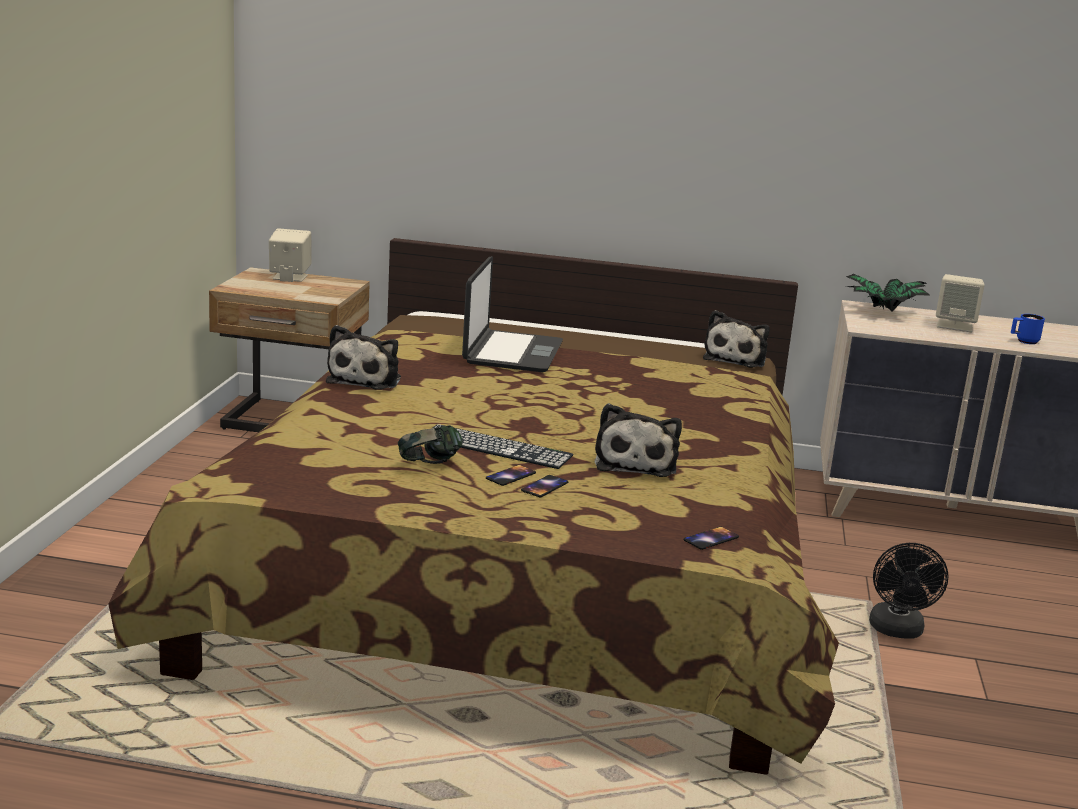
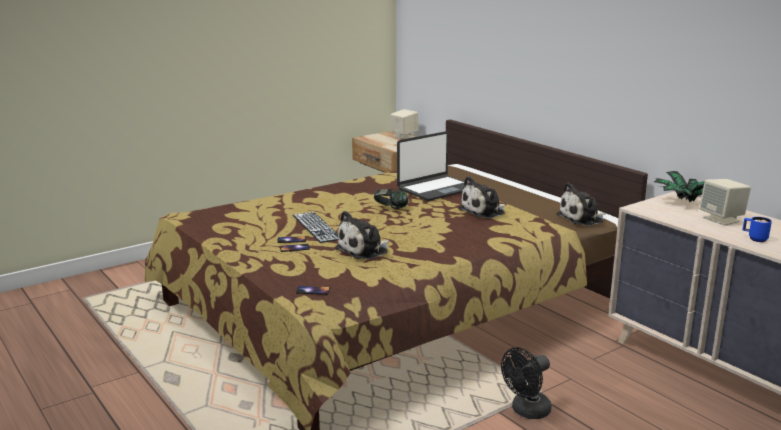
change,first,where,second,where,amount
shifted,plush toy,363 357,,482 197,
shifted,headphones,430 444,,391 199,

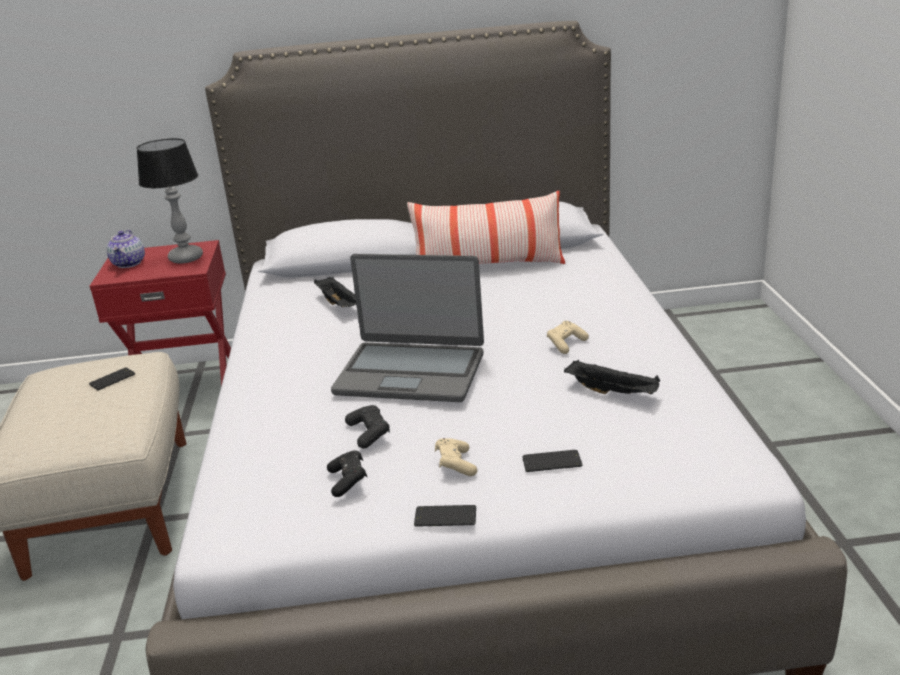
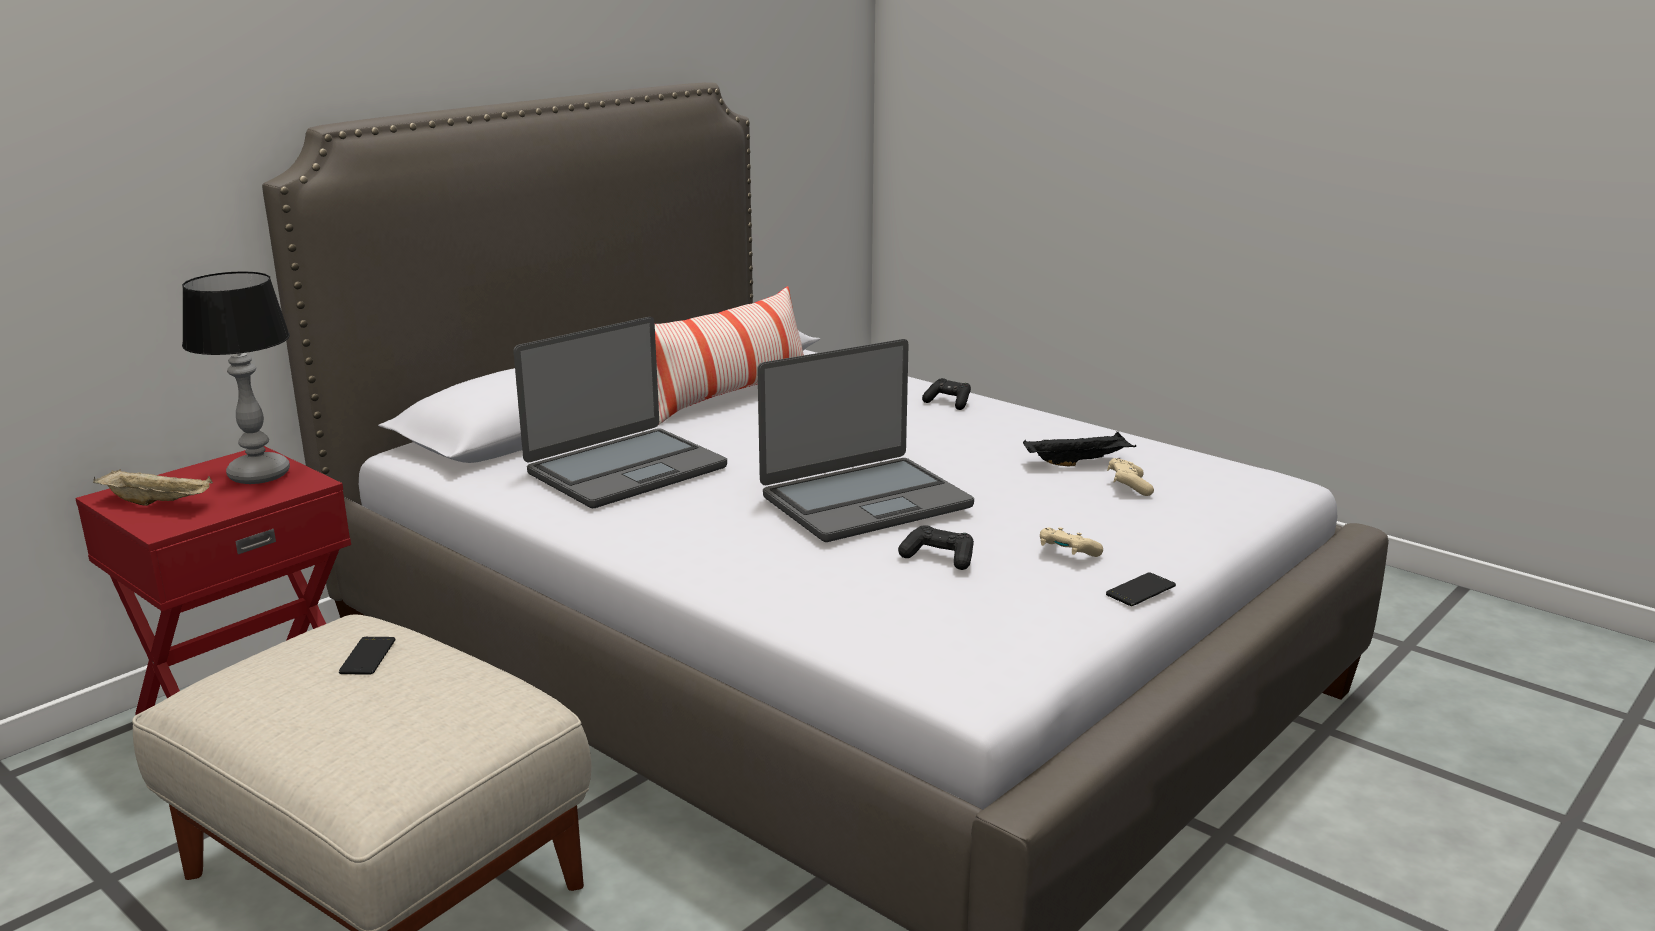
change,first,where,second,where,amount
swapped,teapot,125 249,beige tray,153 487,
swapped,black tray,335 292,laptop,620 412,
shifted,beige game controller,568 337,,1130 477,
shifted,black game controller,347 473,,946 394,
gone,phone,552 461,,,

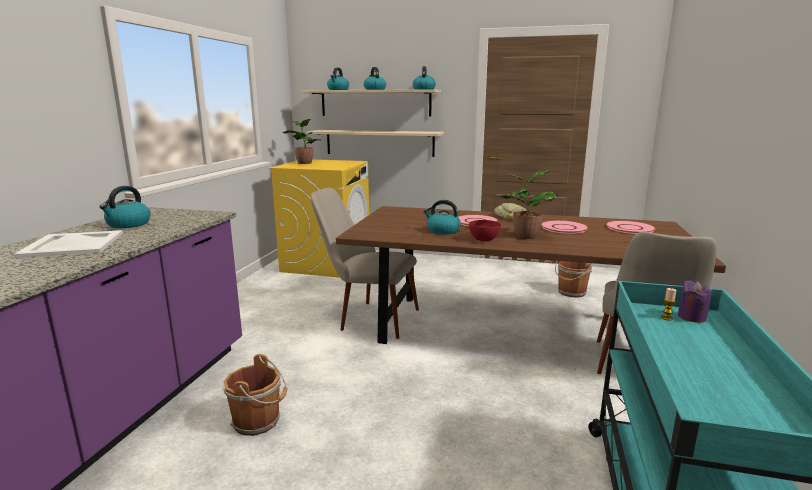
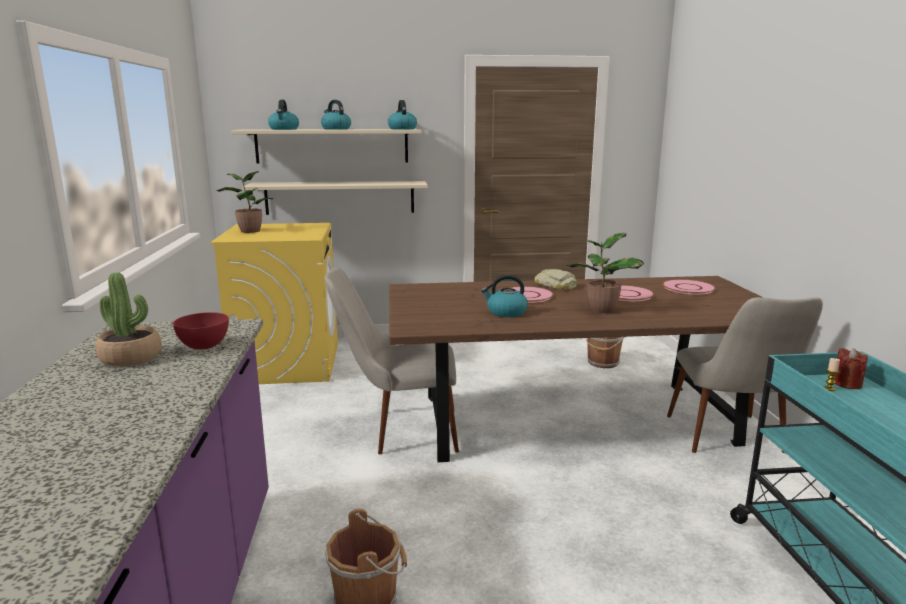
change,first,where,second,where,amount
swapped,kettle,125 207,potted plant,129 319,
shifted,red bowl,485 230,,201 331,
gone,white tray,68 244,,,
repainted,purple candle,695 302,red candle,851 368,

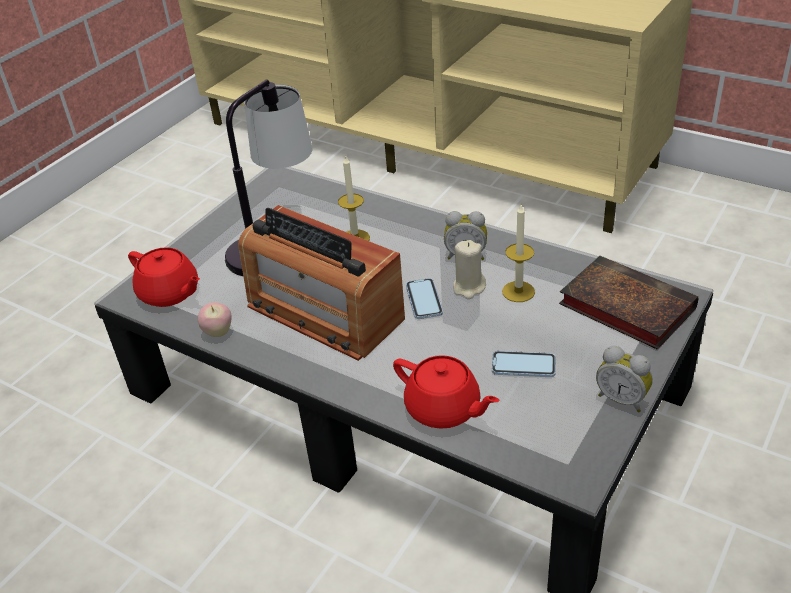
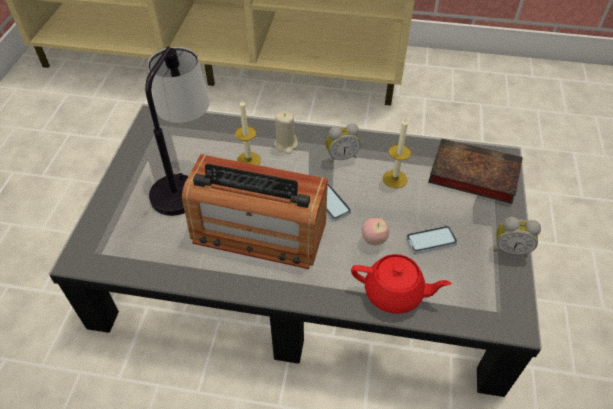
change,first,where,second,where,amount
shifted,beige candle,469 269,,286 132,
gone,red teapot,164 277,,,
shifted,apple,215 319,,375 231,

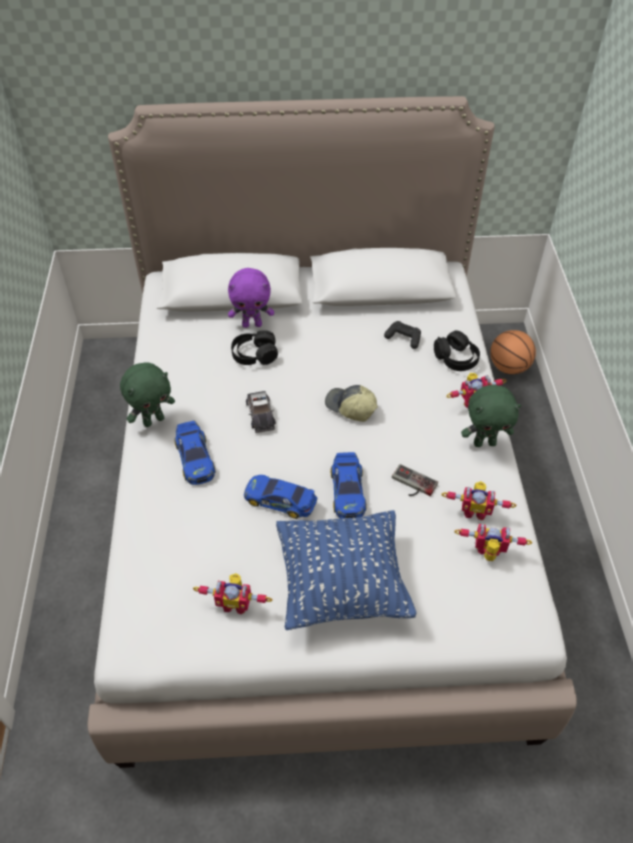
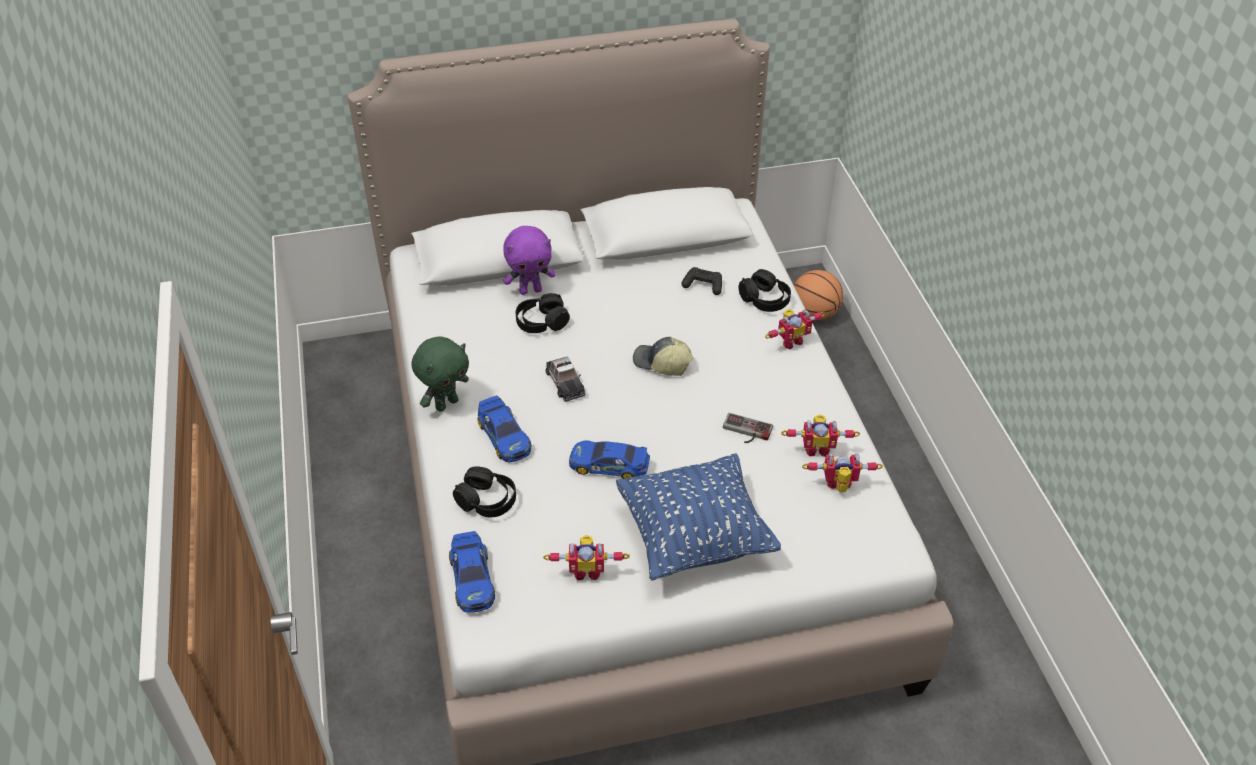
change,first,where,second,where,amount
gone,green plush toy,491 416,,,
shifted,toy car,348 485,,472 572,
new,,,black headphones,484 491,

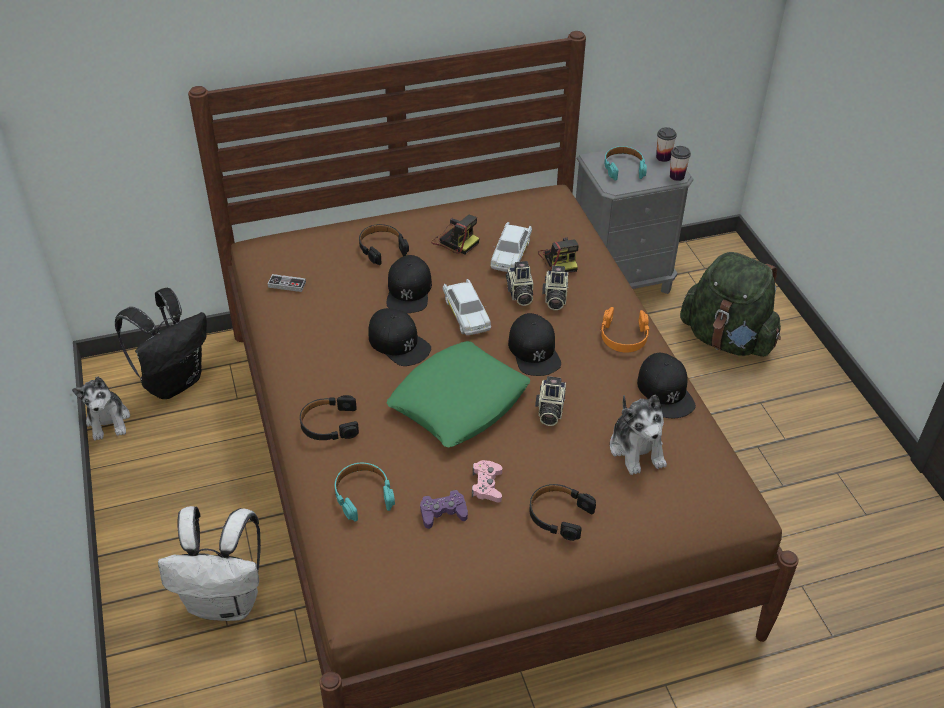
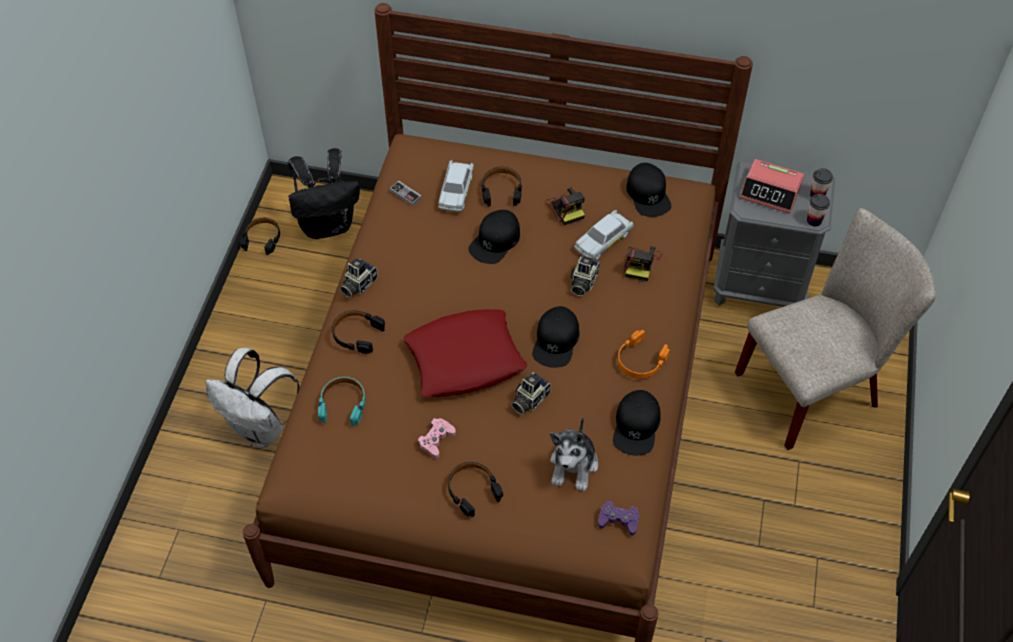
change,first,where,second,where,amount
swapped,turquoise headphones,626 163,alarm clock,772 186,
swapped,green backpack,730 304,beige chair,835 329,
shifted,photo camera,555 288,,359 278,
shifted,white toy car,467 307,,456 186,
shifted,black cap,399 337,,648 190,
repainted,green pillow,458 394,red pillow,465 353,
swapped,plush toy,101 408,black headphones,260 236,
shifted,purple game controller,444 509,,618 518,

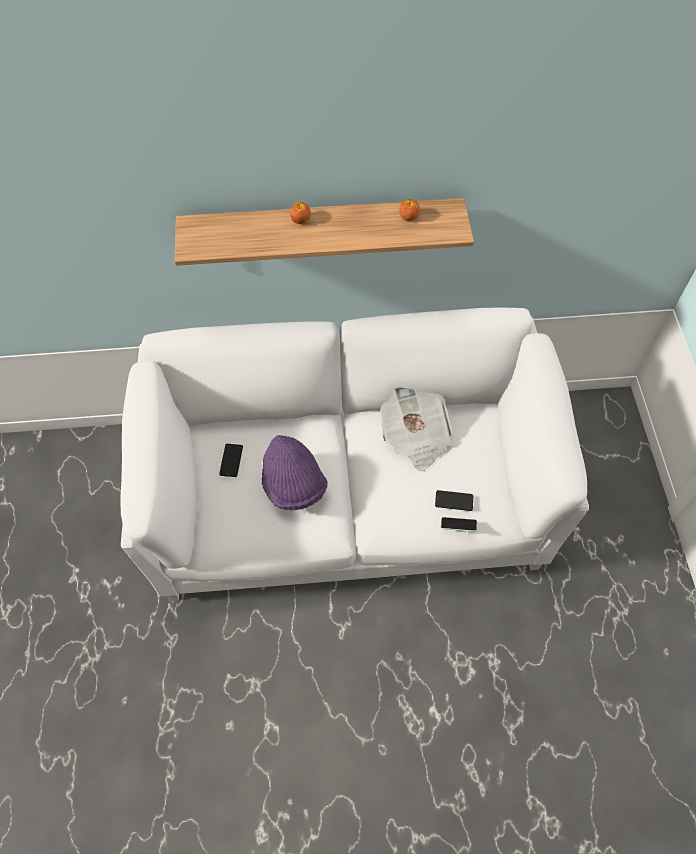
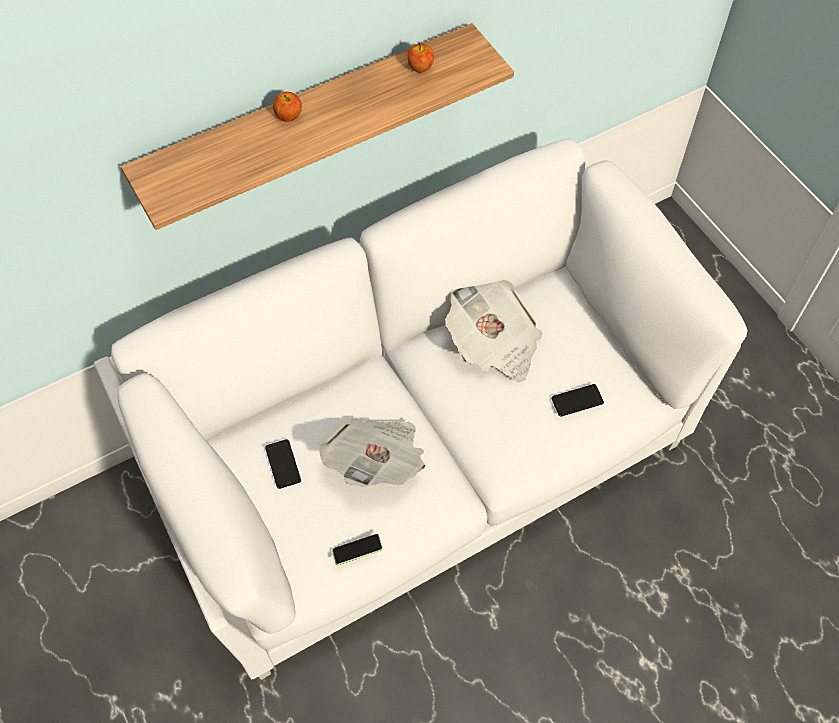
change,first,where,second,where,amount
swapped,purple hat,295 473,newspaper,372 452,
shifted,phone,459 524,,357 549,

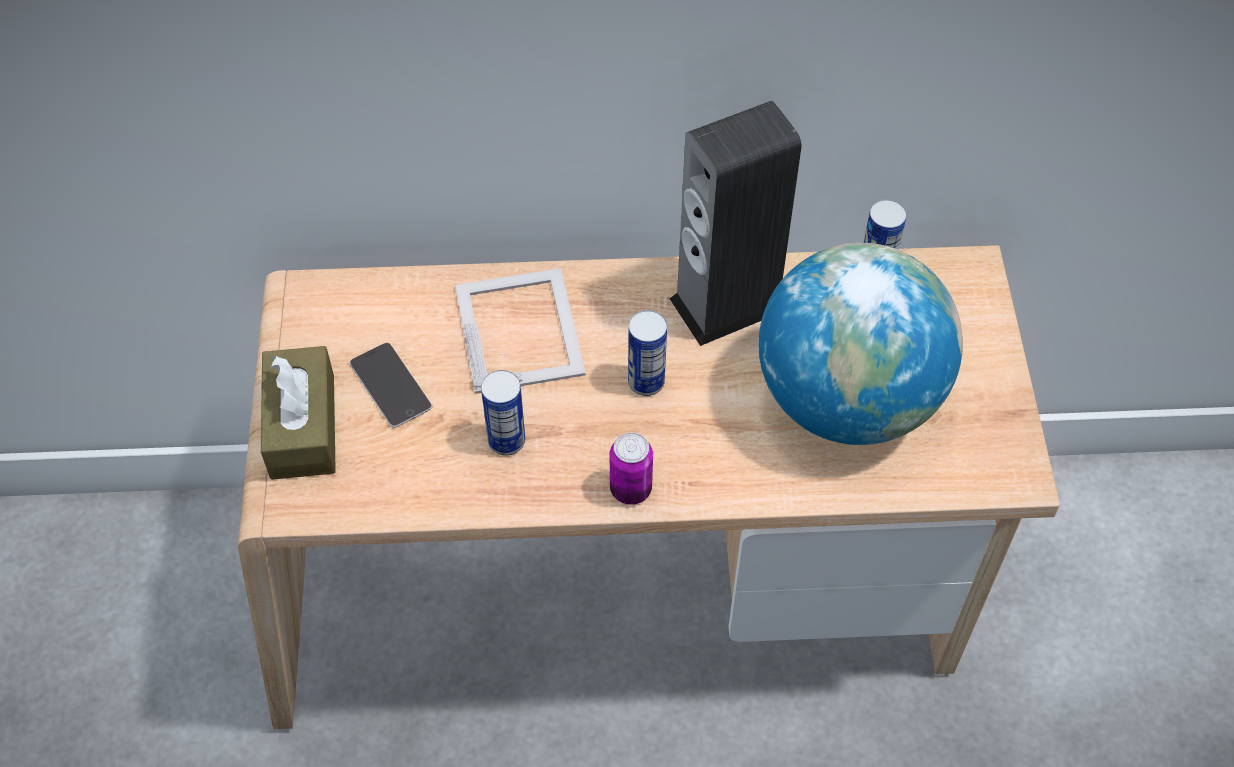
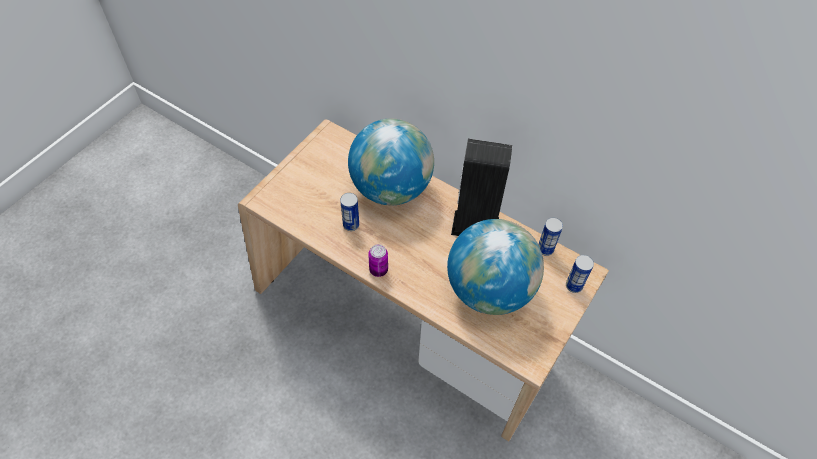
change,first,where,second,where,amount
swapped,picture frame,520 331,globe,391 161,
shifted,can,647 353,,580 274,
gone,phone,391 385,,,
gone,brown tissue box,298 413,,,

